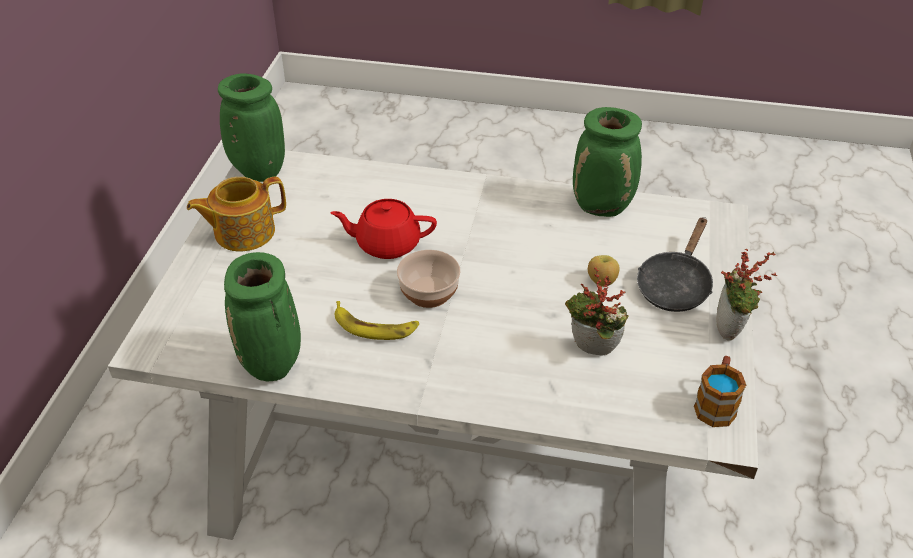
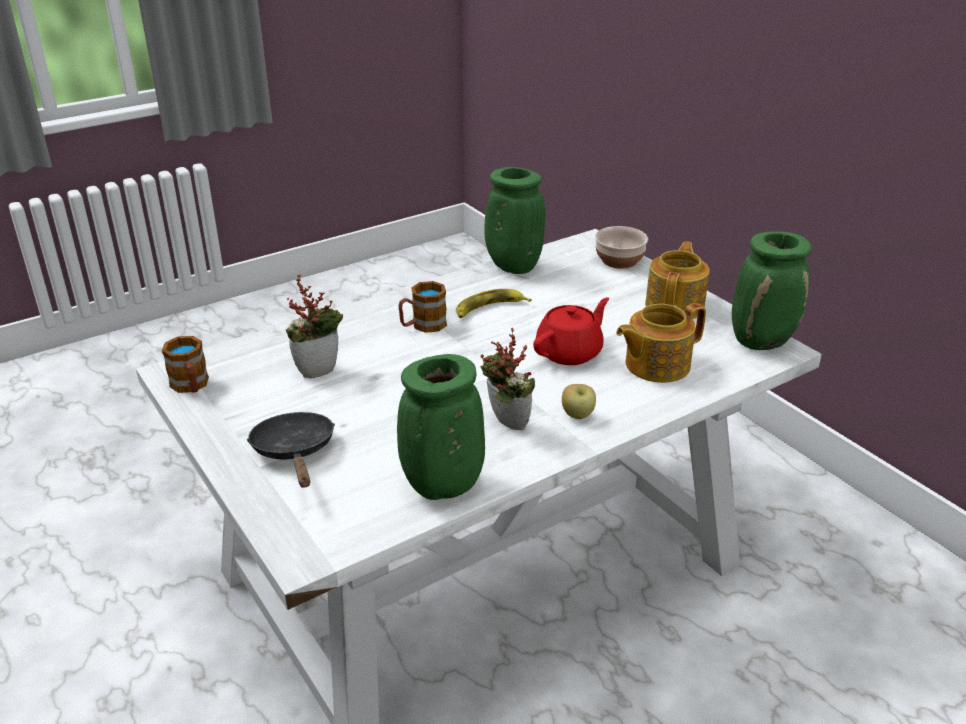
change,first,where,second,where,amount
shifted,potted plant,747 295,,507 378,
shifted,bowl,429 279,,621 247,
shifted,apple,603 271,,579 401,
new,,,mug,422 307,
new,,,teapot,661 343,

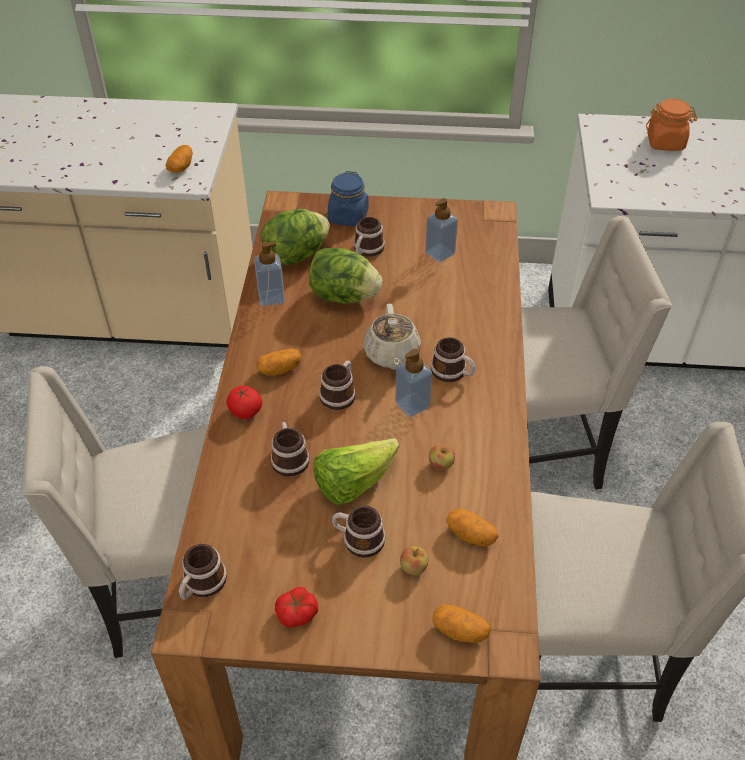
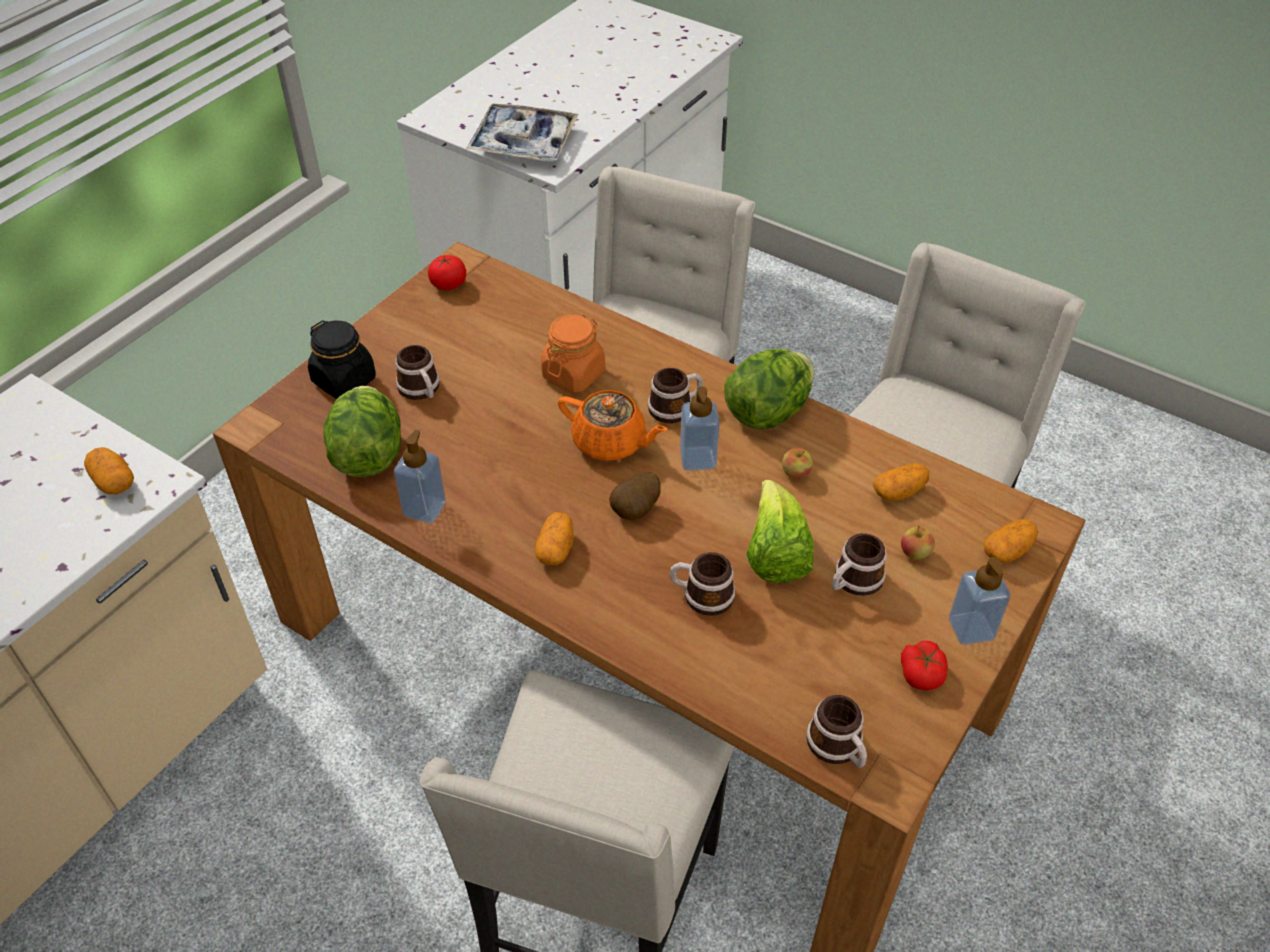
change,first,where,second,where,amount
shifted,orange jar,672 125,,573 353,
repainted,blue jar,348 198,black jar,342 359,
shifted,soap dispenser,441 230,,979 601,
shifted,lettuce,345 276,,769 389,
repainted,beige teapot,392 336,orange teapot,613 425,
swapped,mug,337 385,potato,634 496,
shifted,tomato,244 402,,447 272,
new,,,tray,522 132,

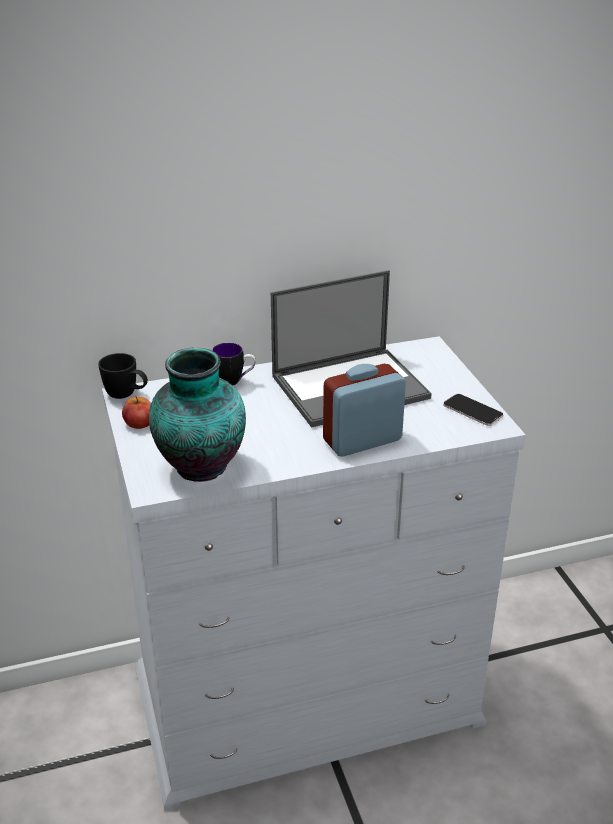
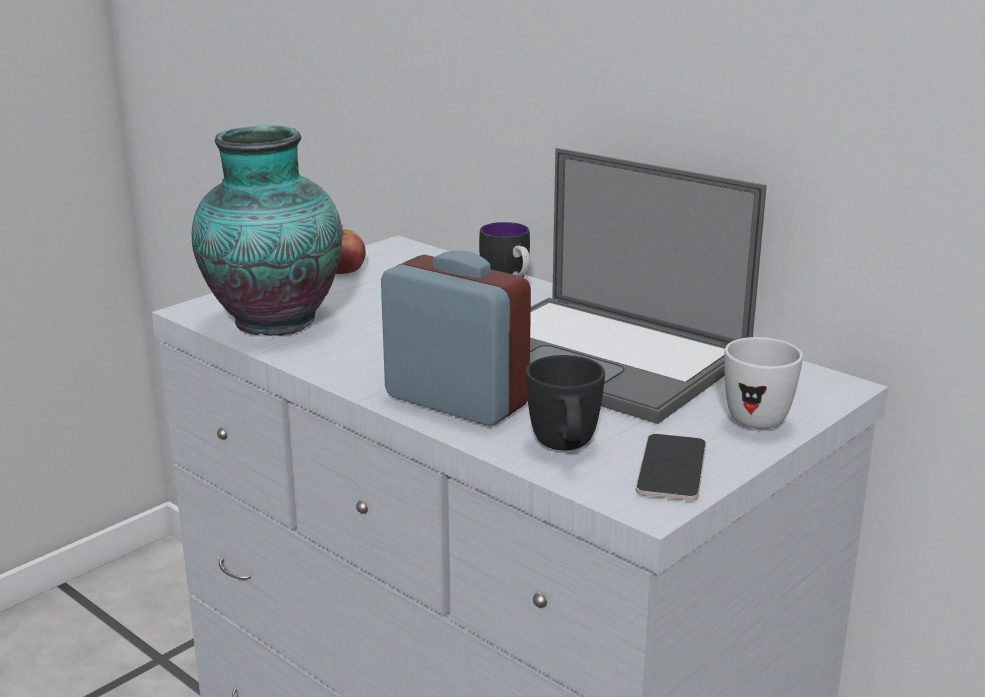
change,first,where,second,where,amount
shifted,black mug,123 376,,565 402,
new,,,white mug,763 383,

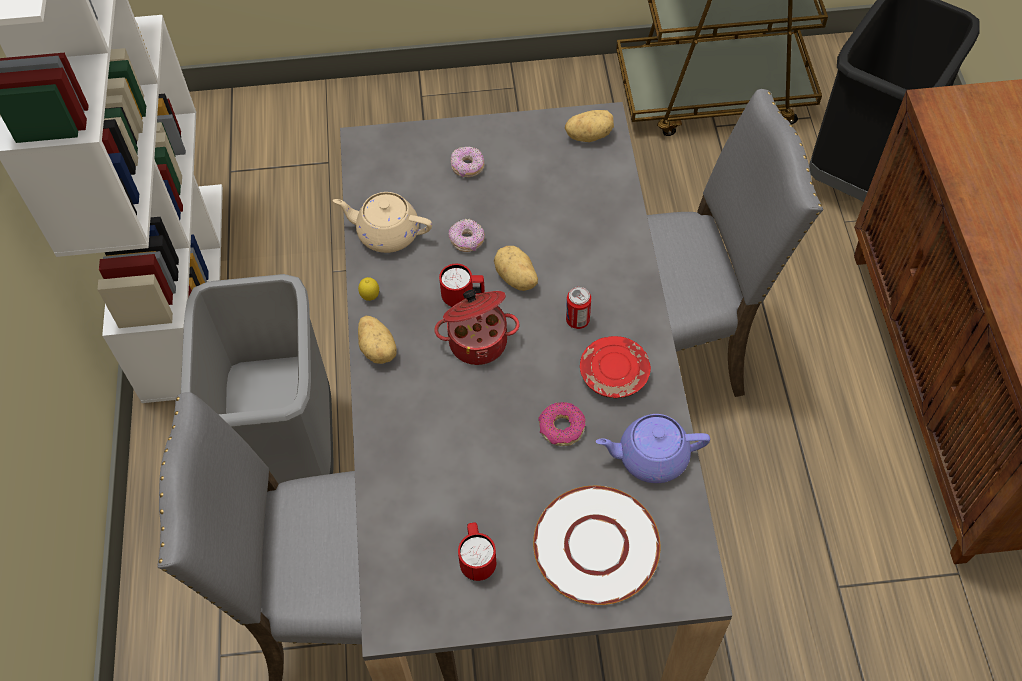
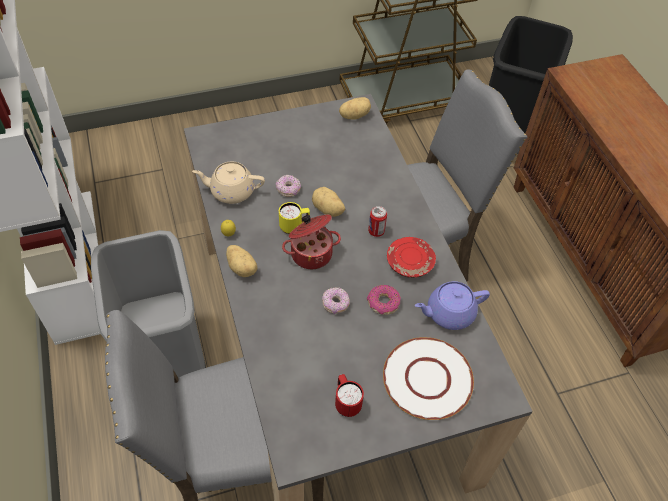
change,first,where,second,where,amount
shifted,donut,467 162,,336 300,
repainted,red mug,462 285,yellow mug,294 218,

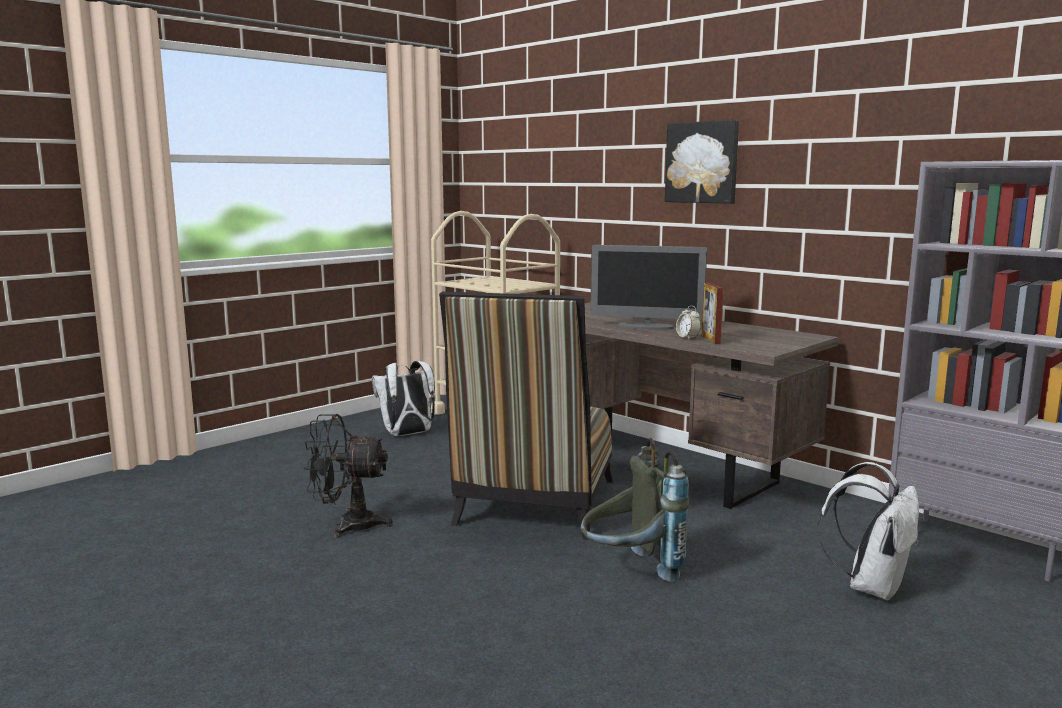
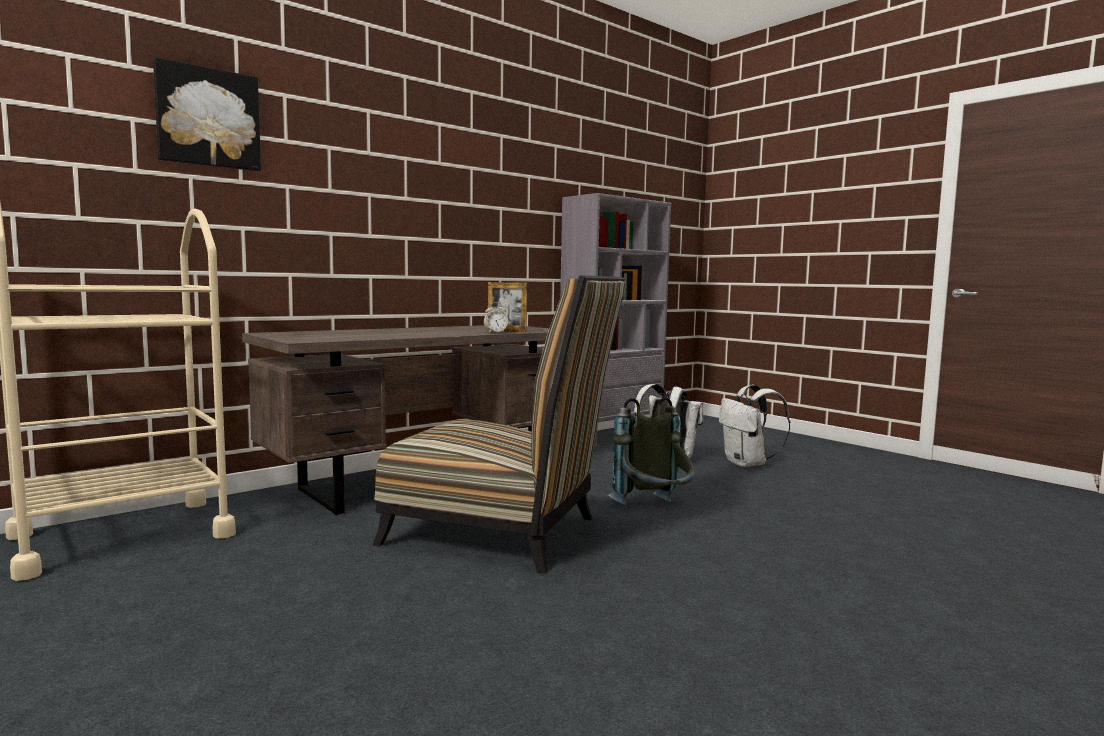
change,first,where,second,where,amount
shifted,picture,702 162,,207 114,
gone,monitor,648 287,,,
shifted,white backpack,403 398,,754 426,
gone,black fan,348 476,,,

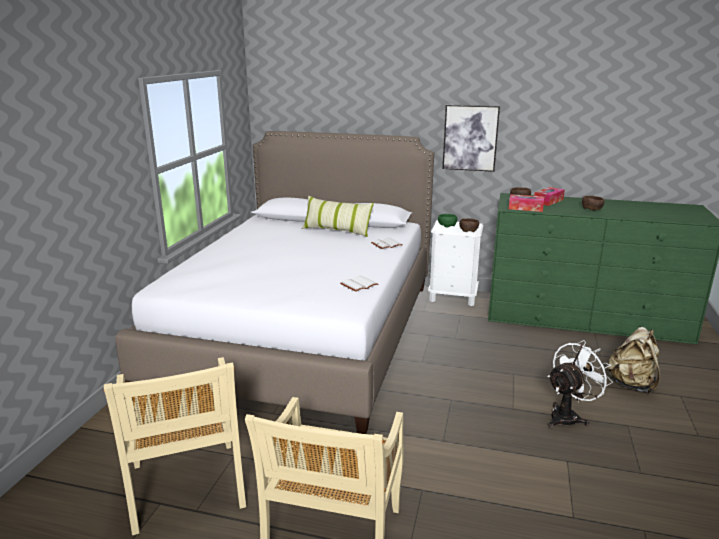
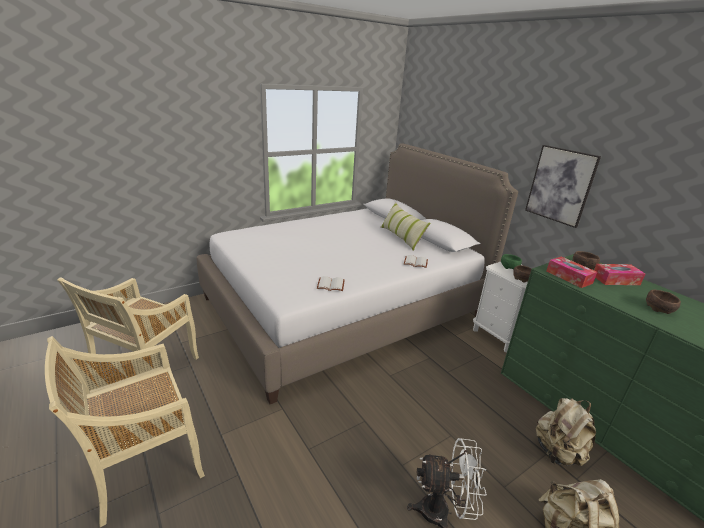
change,first,where,second,where,amount
new,,,beige backpack,566 432,

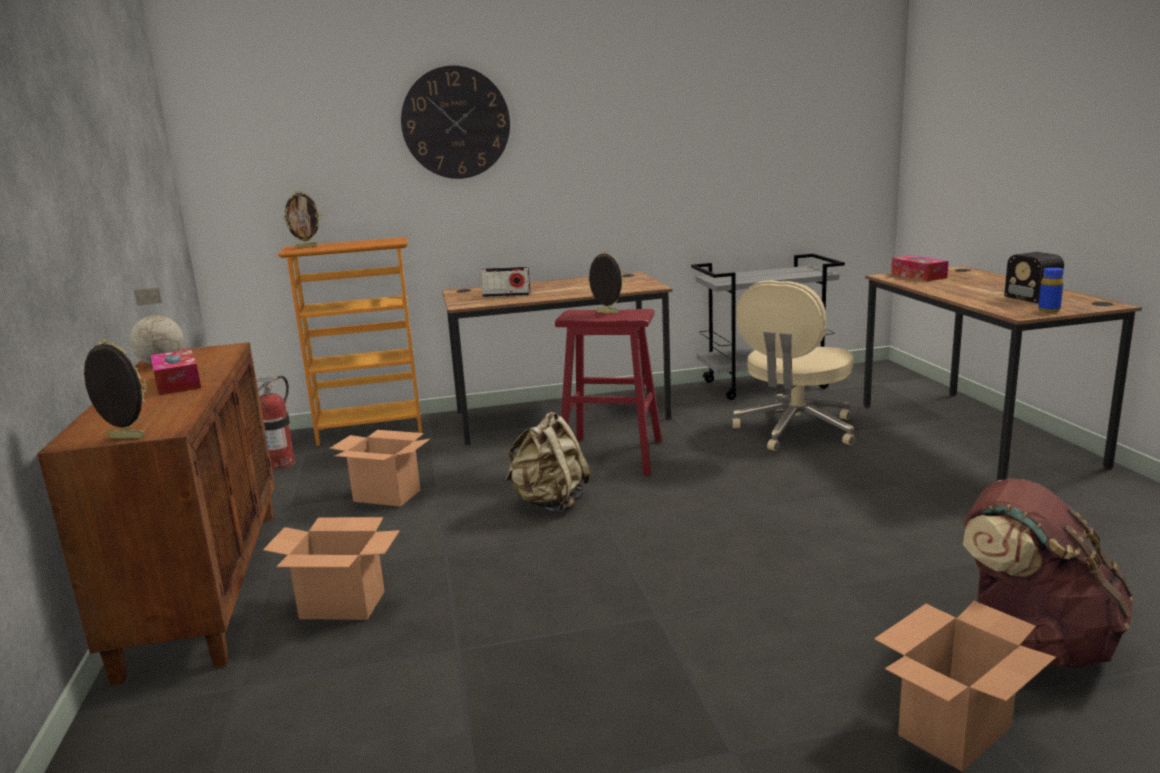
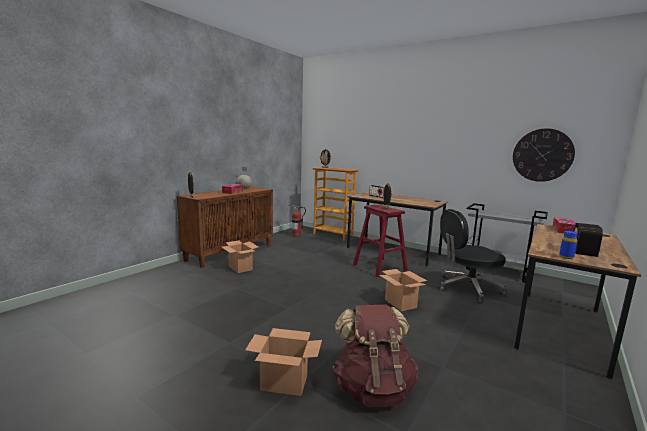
change,first,where,second,where,amount
shifted,wall clock,455 122,,544 155,
repainted,beige office chair,793 365,black office chair,472 256,
gone,beige backpack,548 462,,,
shifted,cardboard box,379 468,,403 290,

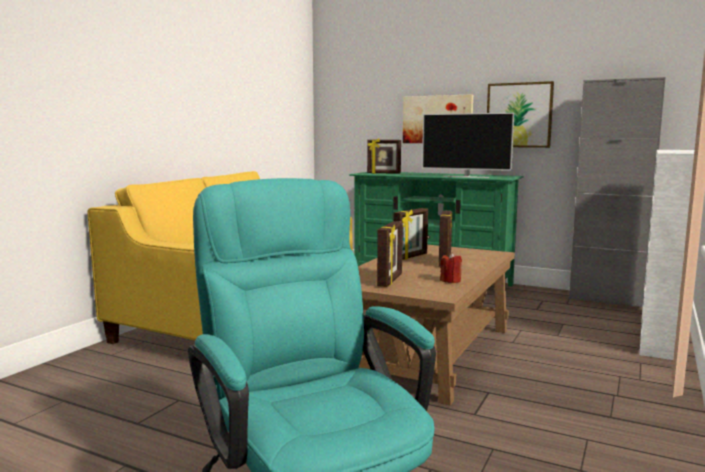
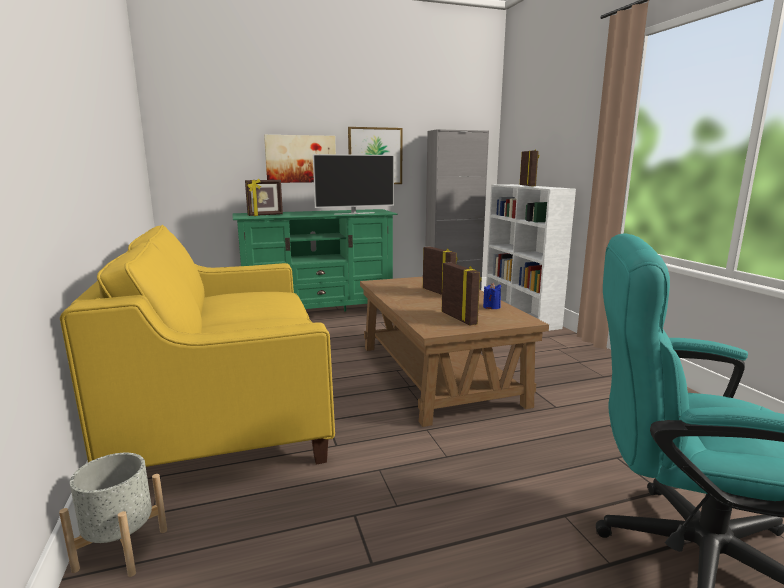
change,first,where,second,where,amount
shifted,picture frame,410 234,,529 168,
repainted,red candle,451 267,blue candle,492 295,
new,,,grey planter,113 515,

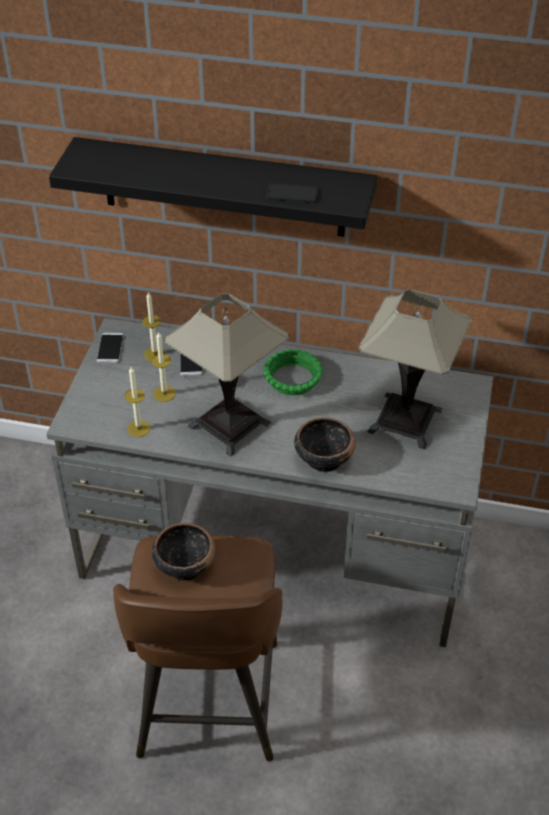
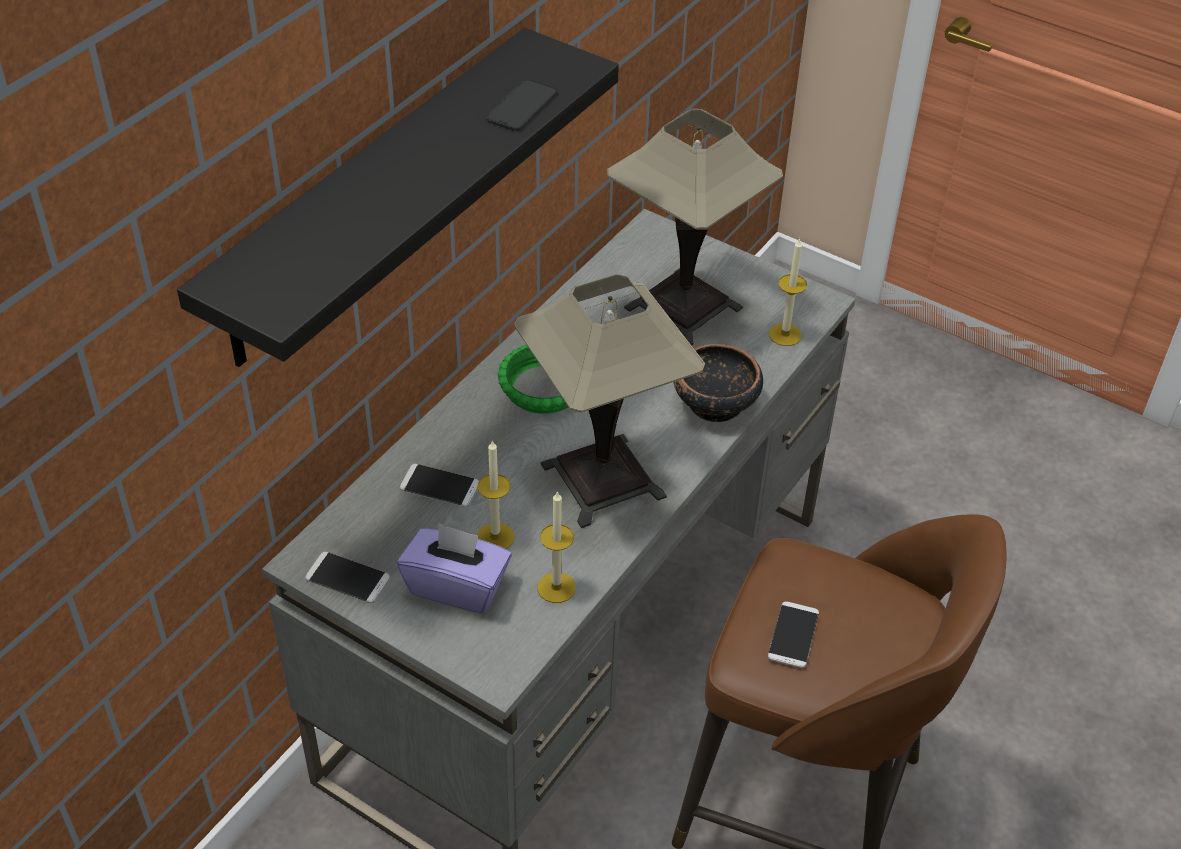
change,first,where,second,where,amount
shifted,candle,154 326,,788 292,
swapped,bowl,184 552,phone,793 634,
new,,,purple tissue box,454 568,

